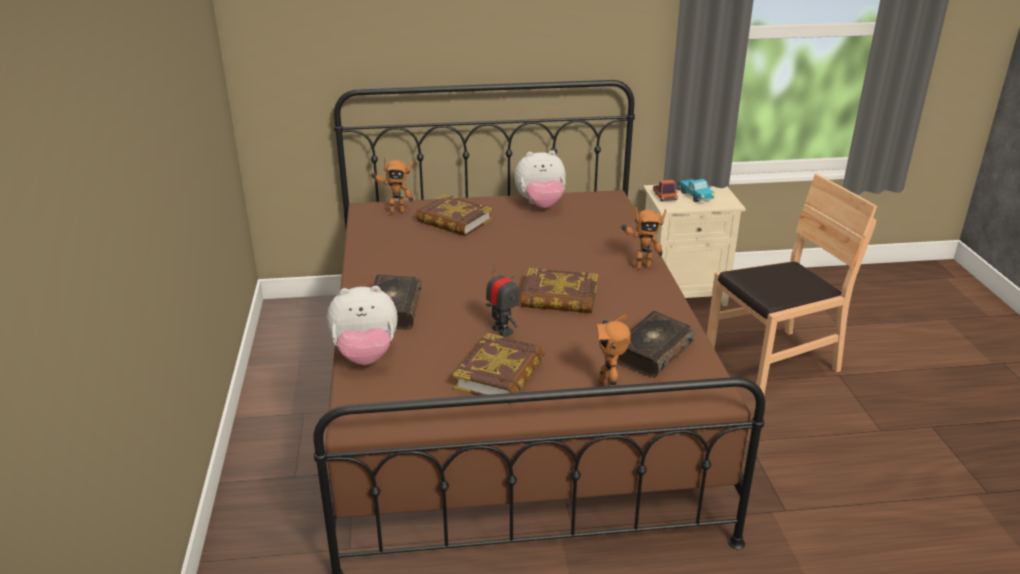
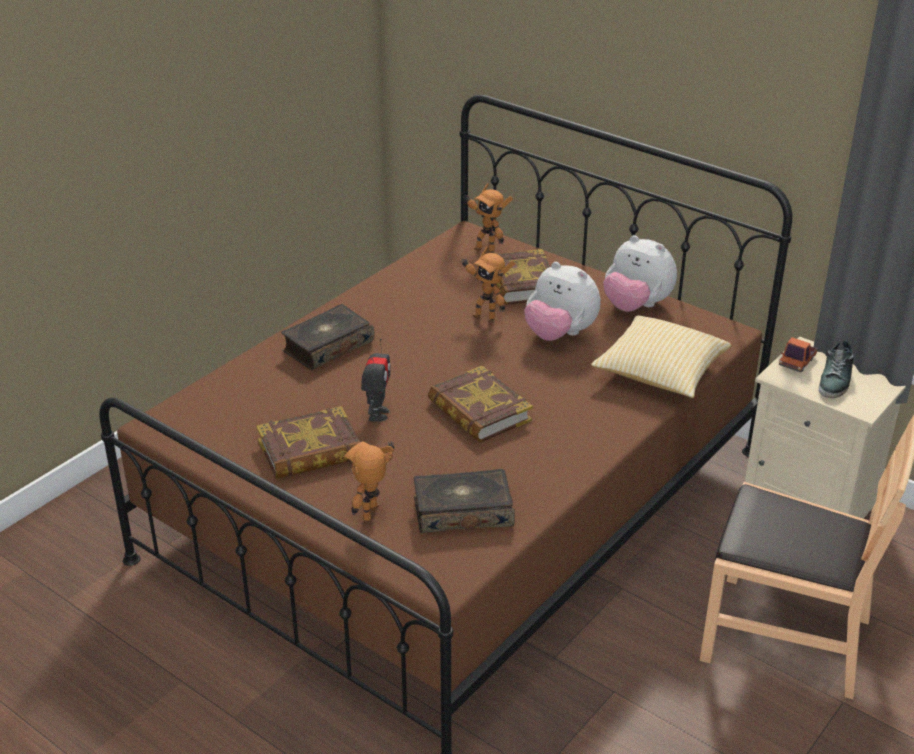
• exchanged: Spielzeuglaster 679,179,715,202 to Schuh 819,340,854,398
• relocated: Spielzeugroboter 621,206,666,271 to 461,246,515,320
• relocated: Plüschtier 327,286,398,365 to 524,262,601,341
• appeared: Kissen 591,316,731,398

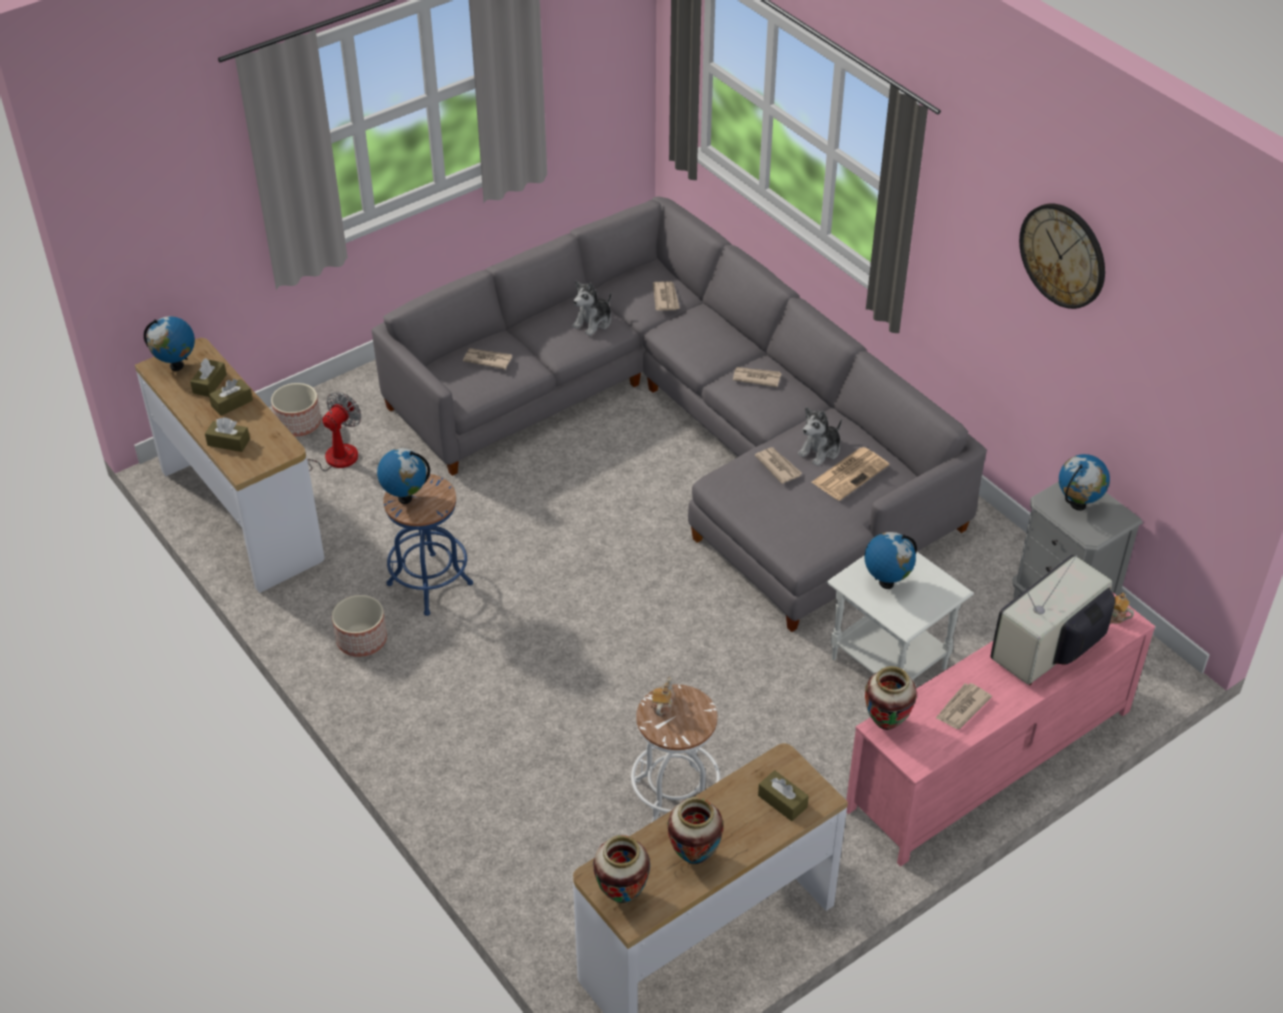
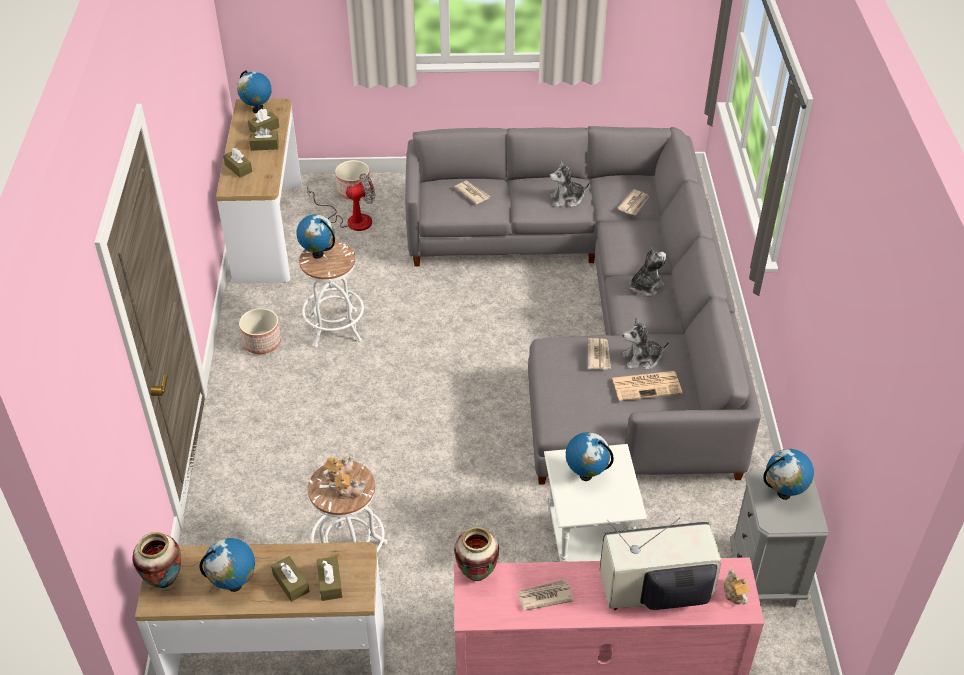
• missing: Wanduhr 1019,203,1105,309
• exchanged: Zeitung 733,367,781,387 to Plüschtier 630,247,667,297
• colour: Hocker (blau) 383,474,473,616 to Hocker (weiß) 299,241,364,348
• exchanged: Vase 667,797,724,864 to Globus 199,538,255,592
• appeared: Teekanne 329,472,366,499
• appeared: Taschentuchbox (braun) 271,556,309,602

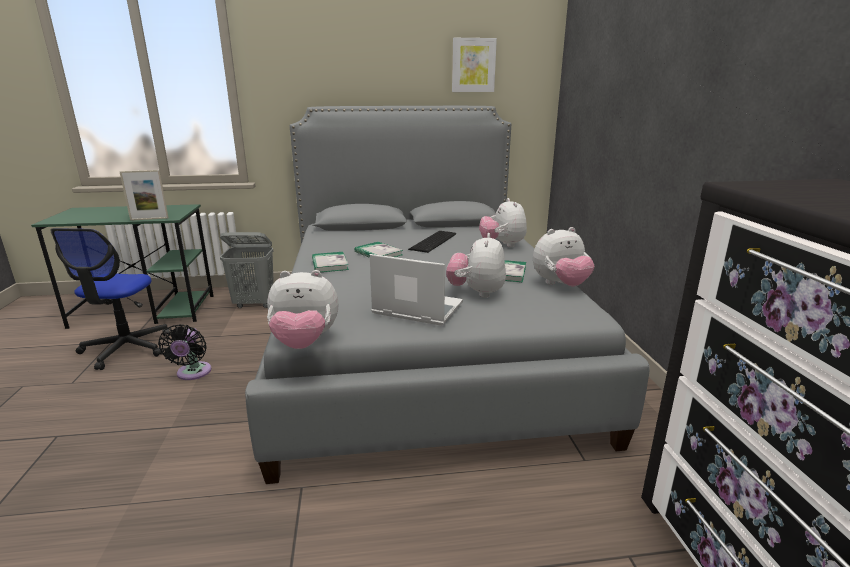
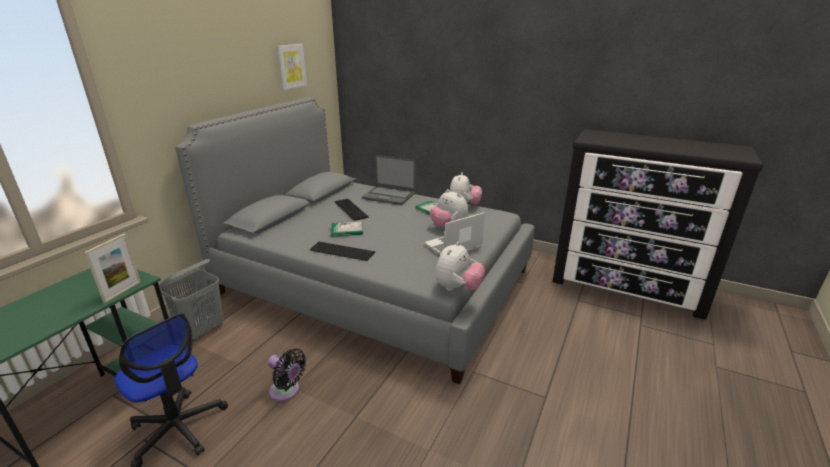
• exchanged: Plüschtier 479,198,527,247 to Laptop 362,155,415,205
• exchanged: Buch 312,252,349,272 to Tastatur 310,242,375,261

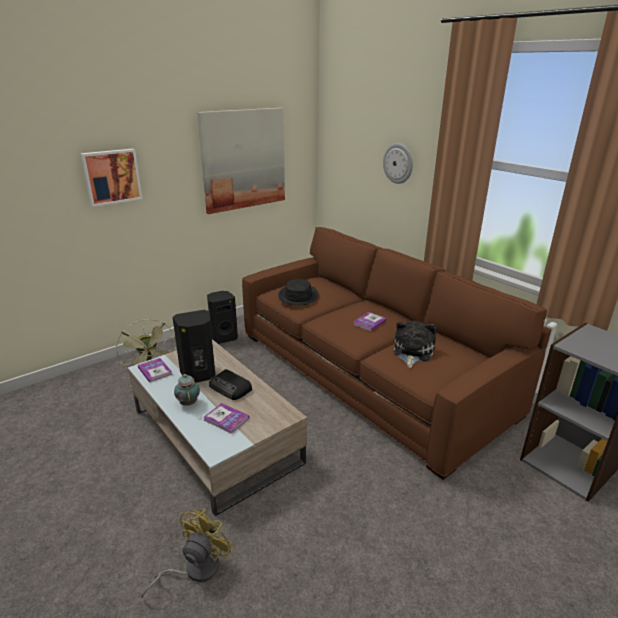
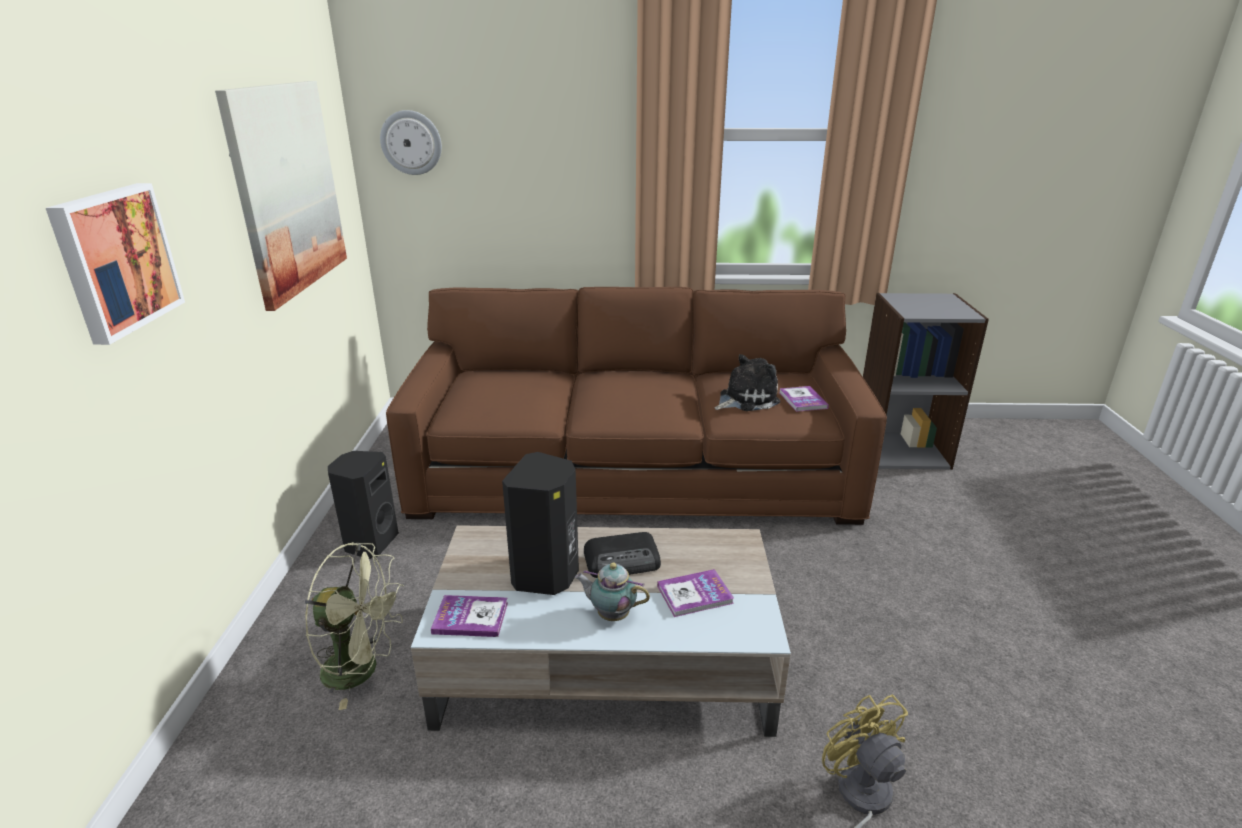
• relocated: Wanduhr 383,143,413,184 to 380,110,442,175
• missing: Hut (schwarz) 278,279,319,305
• relocated: Buch 353,312,387,331 to 779,386,829,412
• spun: Plüschtier 393,321,436,368 = 715,354,780,411 90 degrees clockwise

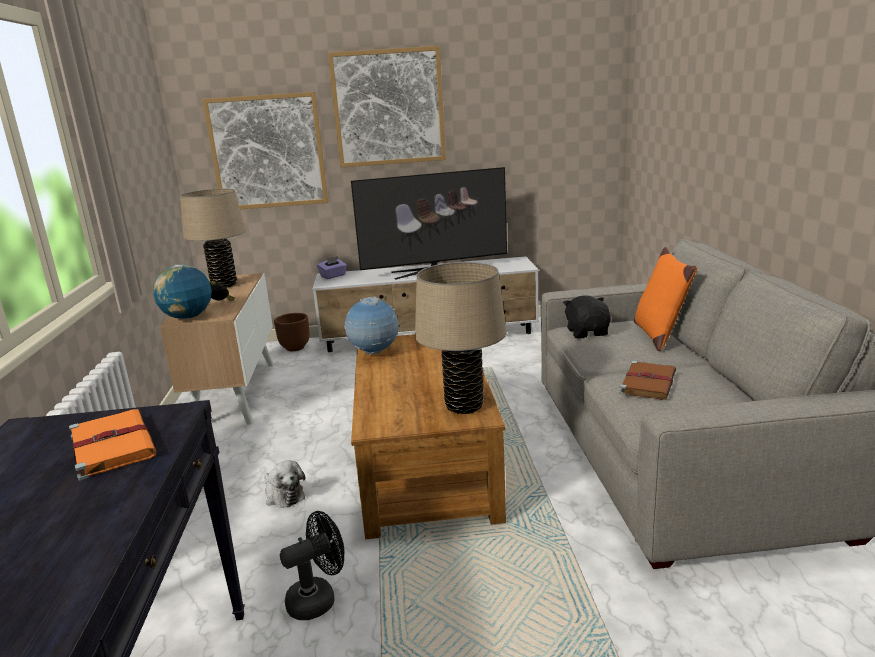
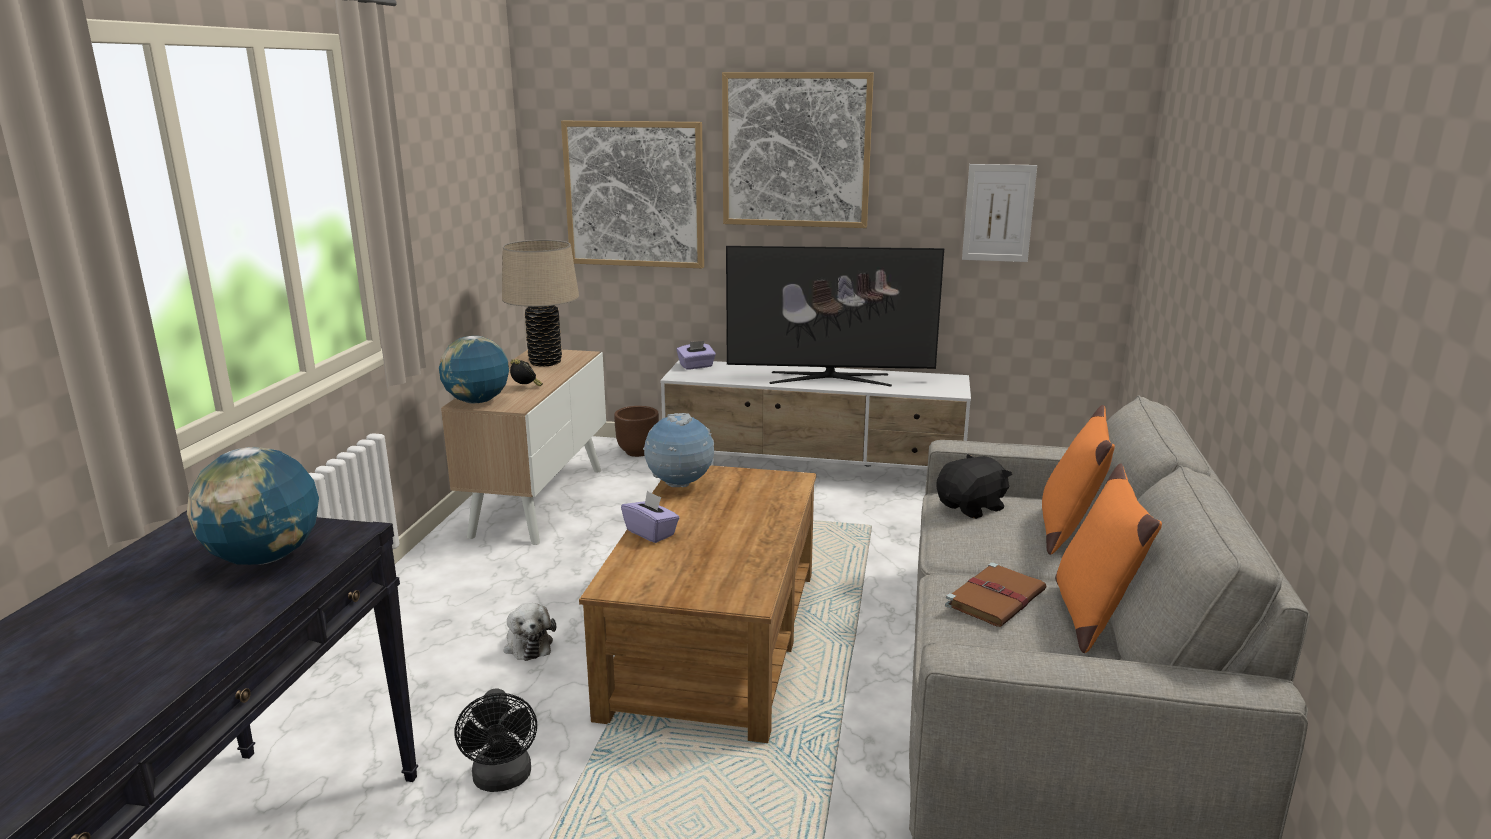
• missing: Tischlampe (beige) 415,262,507,414
• spun: Plüschtier (schwarz) 563,295,611,339 = 937,454,1012,519 45 degrees clockwise
• exchanged: Buch (orange) 69,409,156,481 to Globus 187,447,319,565
• spun: Ventilator (schwarz) 280,511,344,620 = 455,688,537,792 90 degrees clockwise
• appeared: Bild 962,164,1037,262
• appeared: Kissen (orange) 1055,463,1162,653
• appeared: Taschentuchbox (lila) 621,490,680,543

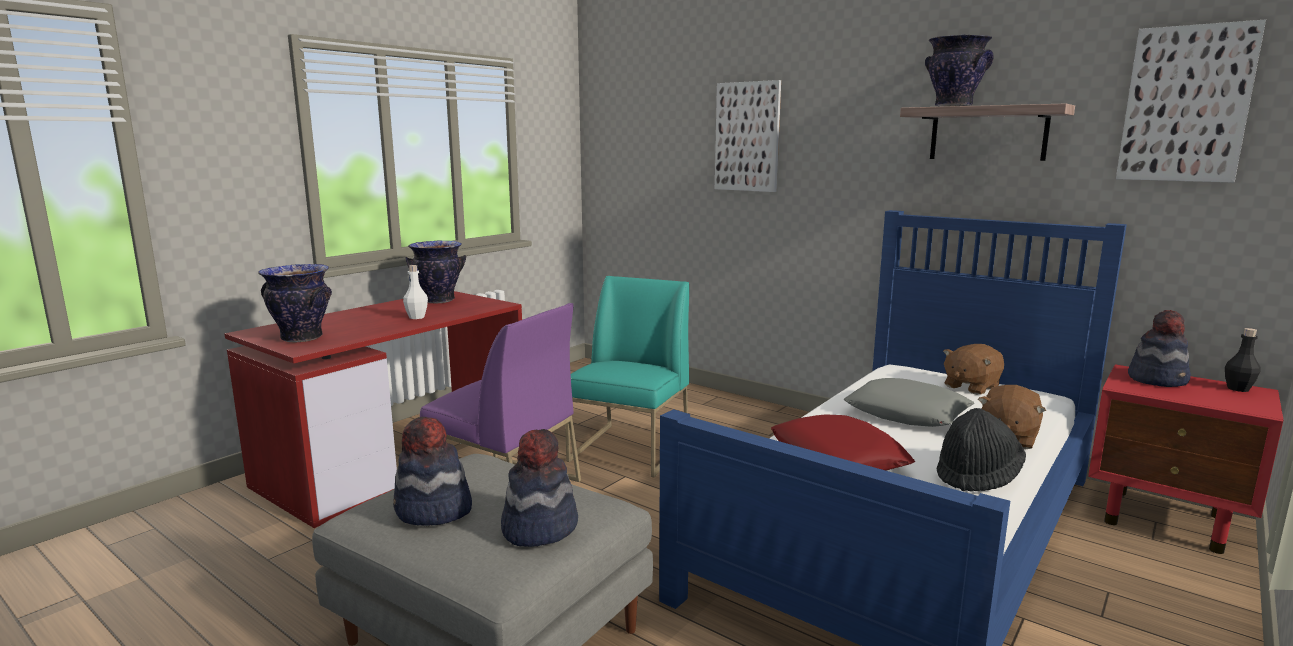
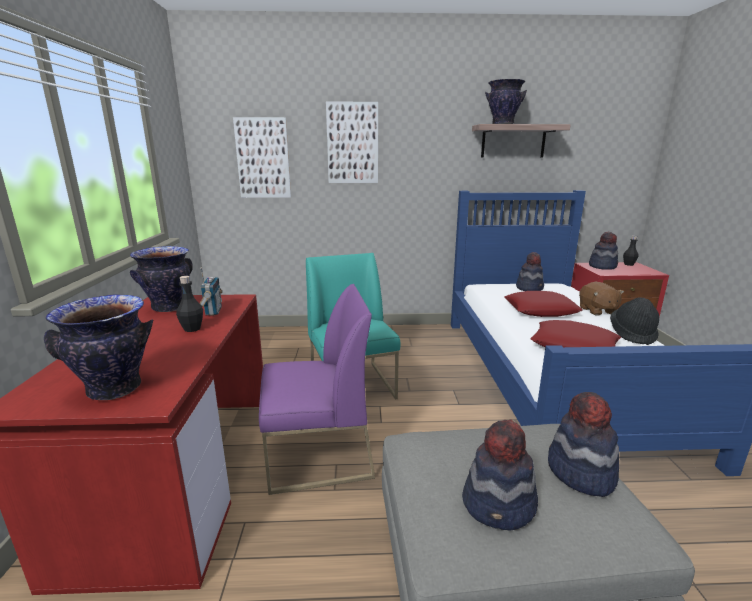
• relocated: Bild 1116,19,1266,183 to 233,117,291,198
• colour: Flasche (weiß) 403,265,428,319 to Flasche (schwarz) 176,276,203,332
• exchanged: Plüschtier (braun) 943,344,1004,395 to Hut 516,252,544,291
• colour: Kissen (grau) 844,378,974,427 to Kissen (rot) 505,291,583,317
• appeared: Radio 200,267,223,316

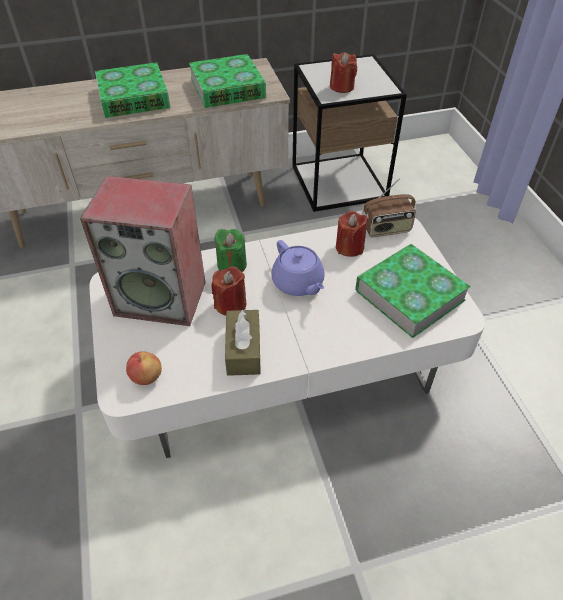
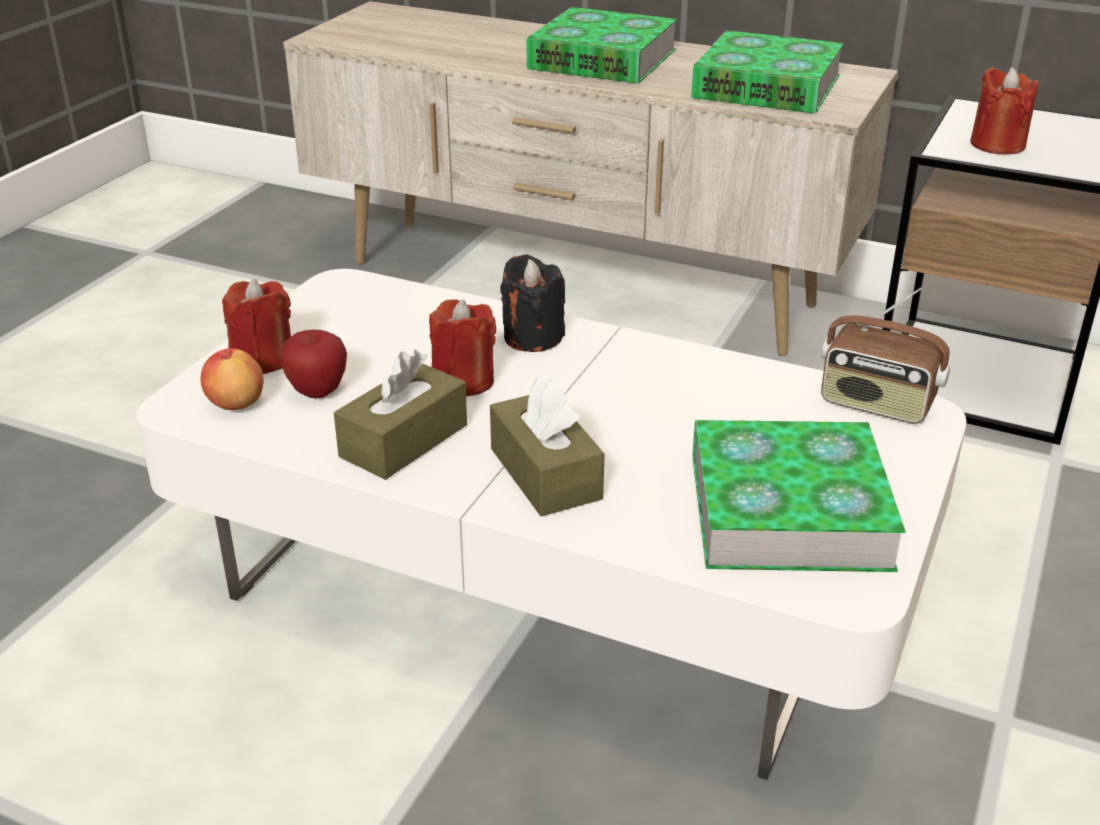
• missing: Lautsprecher 80,176,205,326
• relocated: Kerze (rot) 336,211,368,257 to 222,279,291,374
• colour: Kerze (grün) 214,229,247,272 to Kerze (schwarz) 500,254,566,352
• missing: Teekanne (lila) 271,240,325,296
• appeared: Apfel 280,330,347,398
• appeared: Taschentuchbox (braun) 490,377,604,516

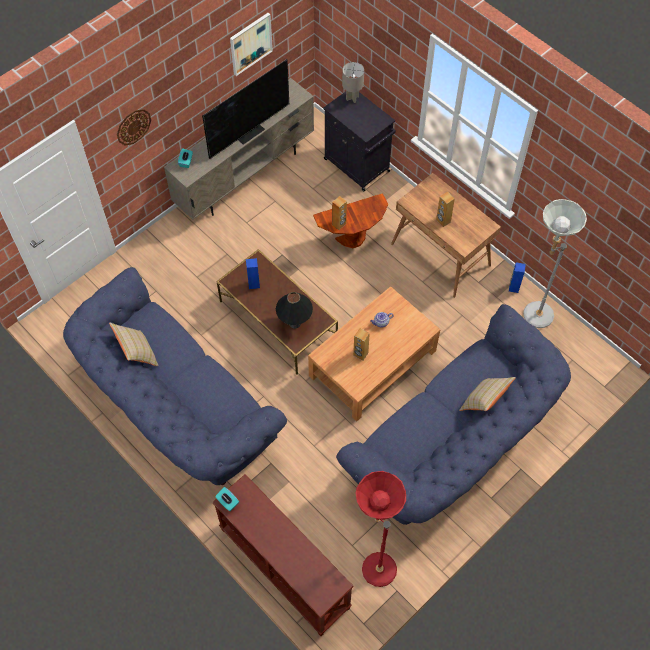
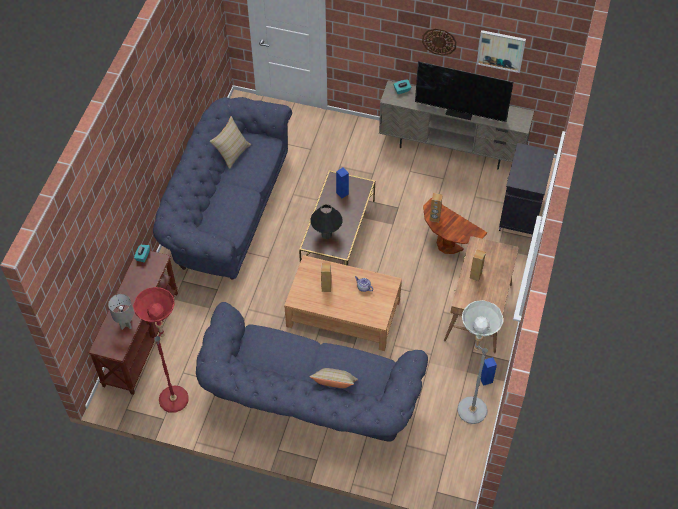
• relocated: Tischlampe (grau) 342,62,364,103 to 108,294,134,330
• relocated: Wanduhr 117,109,151,146 to 422,28,457,56

